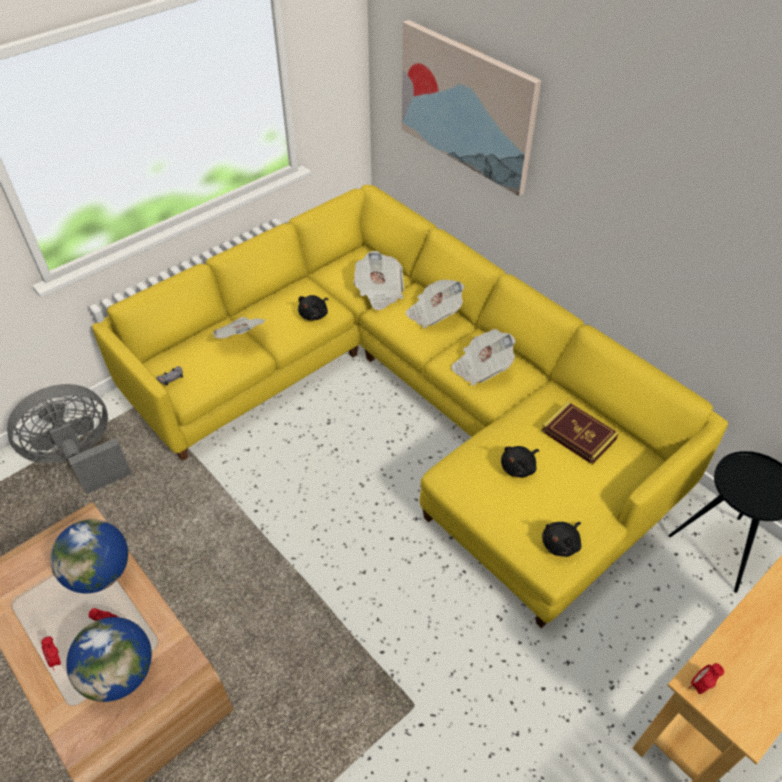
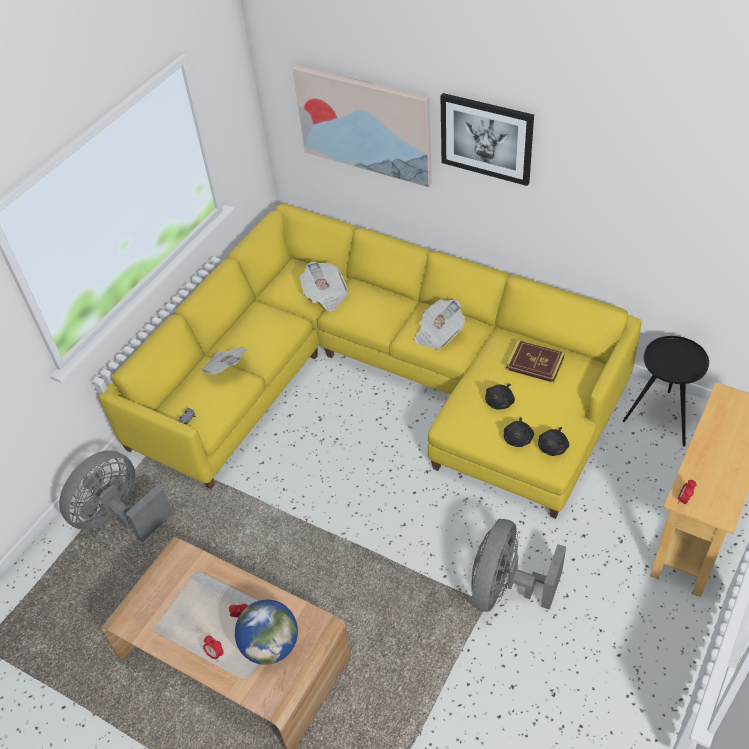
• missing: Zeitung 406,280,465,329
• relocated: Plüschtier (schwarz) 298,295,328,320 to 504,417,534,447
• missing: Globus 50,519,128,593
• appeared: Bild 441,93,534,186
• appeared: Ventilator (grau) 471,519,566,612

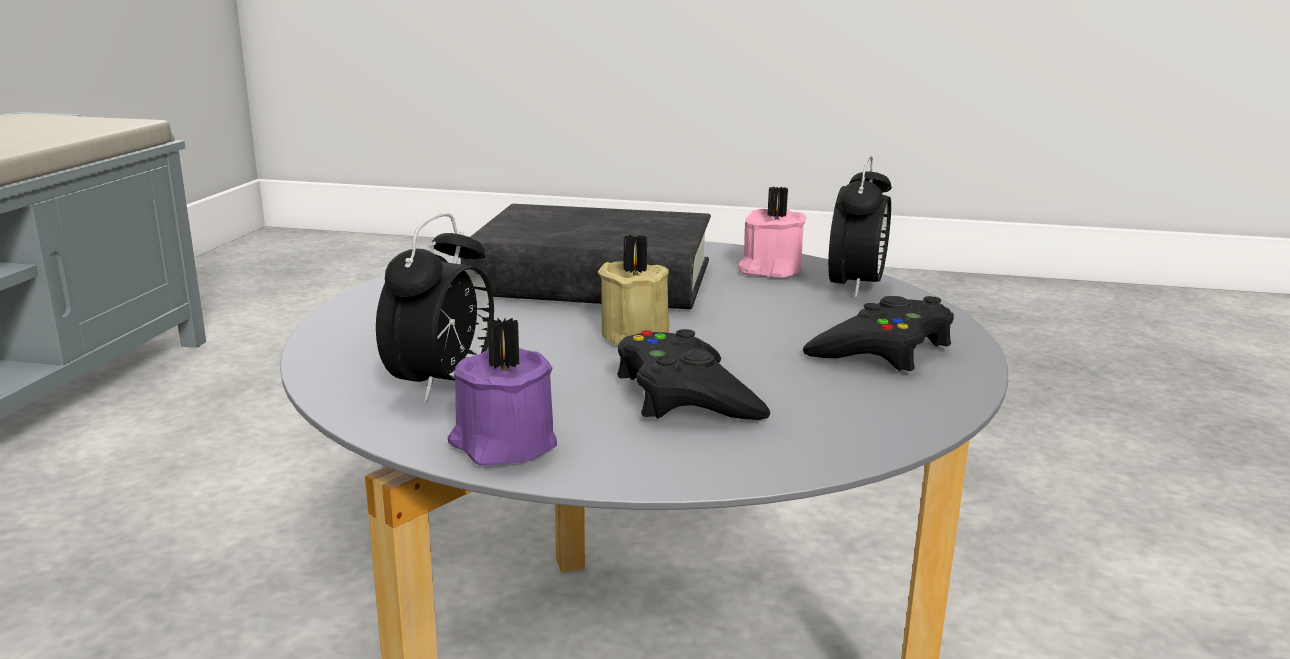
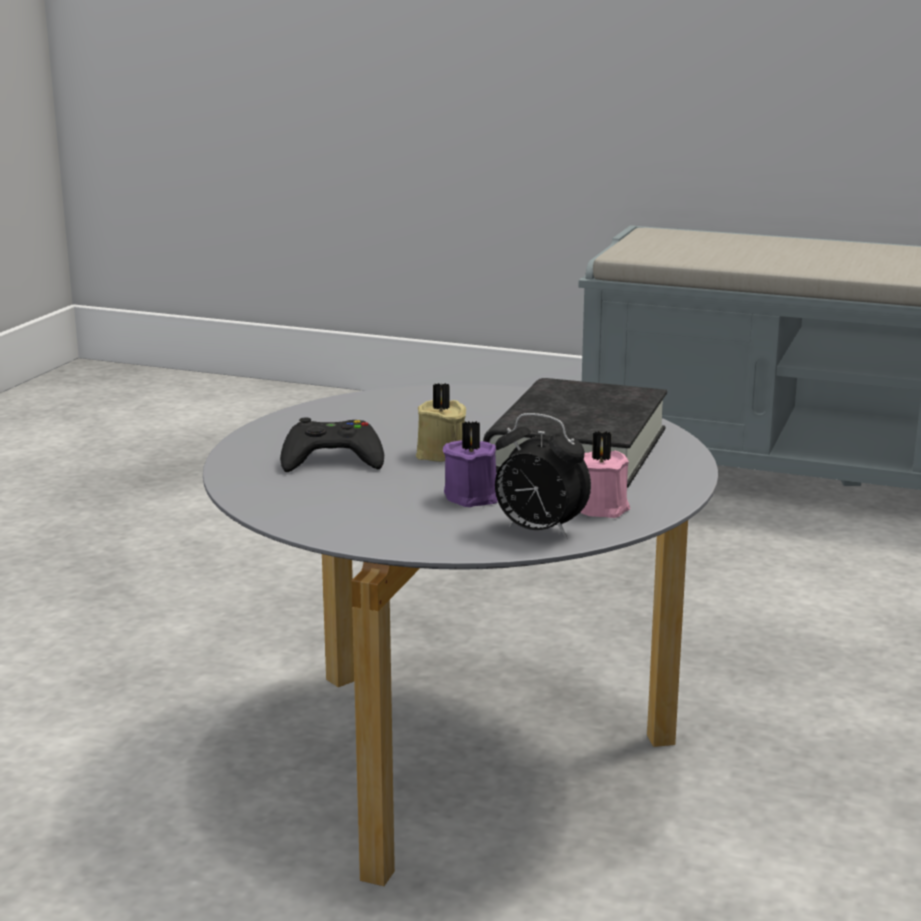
• missing: Wecker 376,213,494,403
• missing: Gamepad (schwarz) 803,296,954,371
• relocated: Kerze (lila) 448,317,557,465 to 443,421,498,507

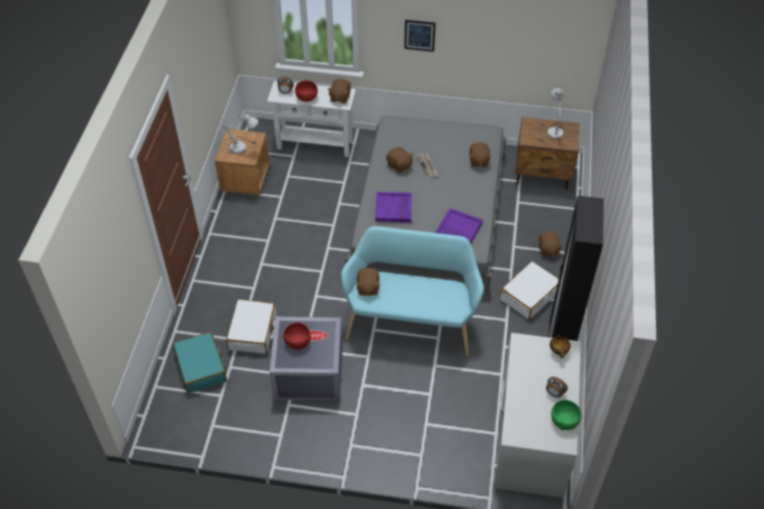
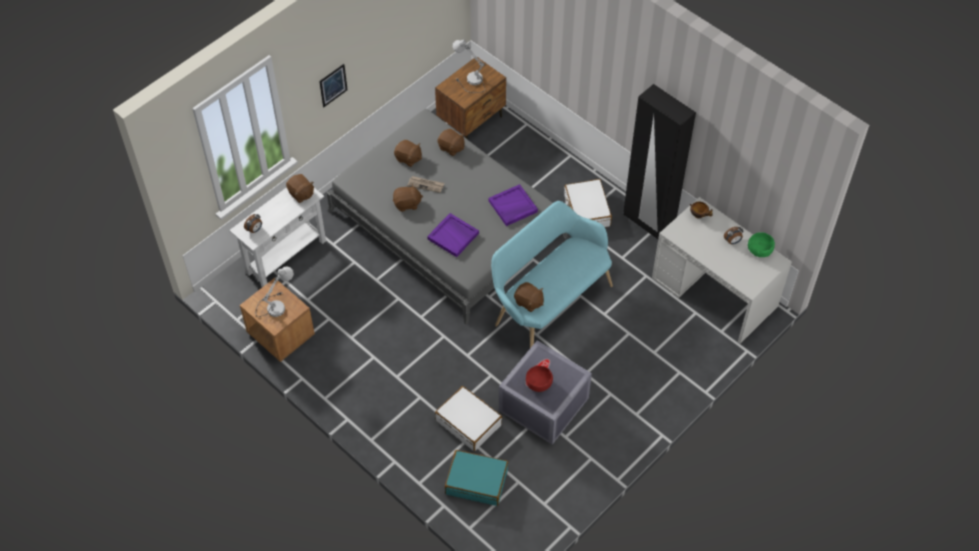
• missing: Schüssel (rot) 295,80,318,102
• relocated: Plüschtier (braun) 539,231,563,257 to 394,140,422,167

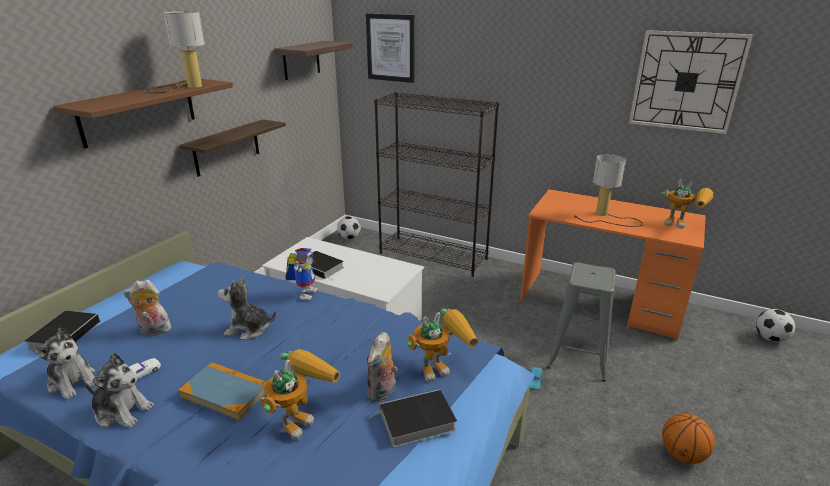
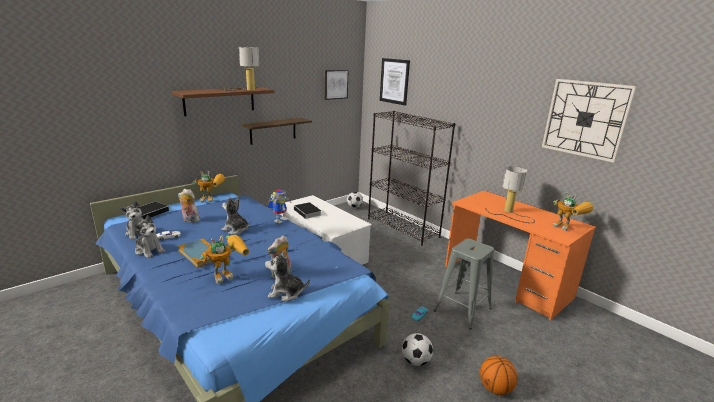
• exchanged: Wandregal 274,41,353,80 to Bild 324,70,349,100
• relocated: Spielzeugroboter 407,308,478,382 to 193,171,225,202
• relocated: Fußball 756,309,795,342 to 402,333,433,366
• exchanged: Buch 369,389,457,447 to Plüschtier 265,251,310,301

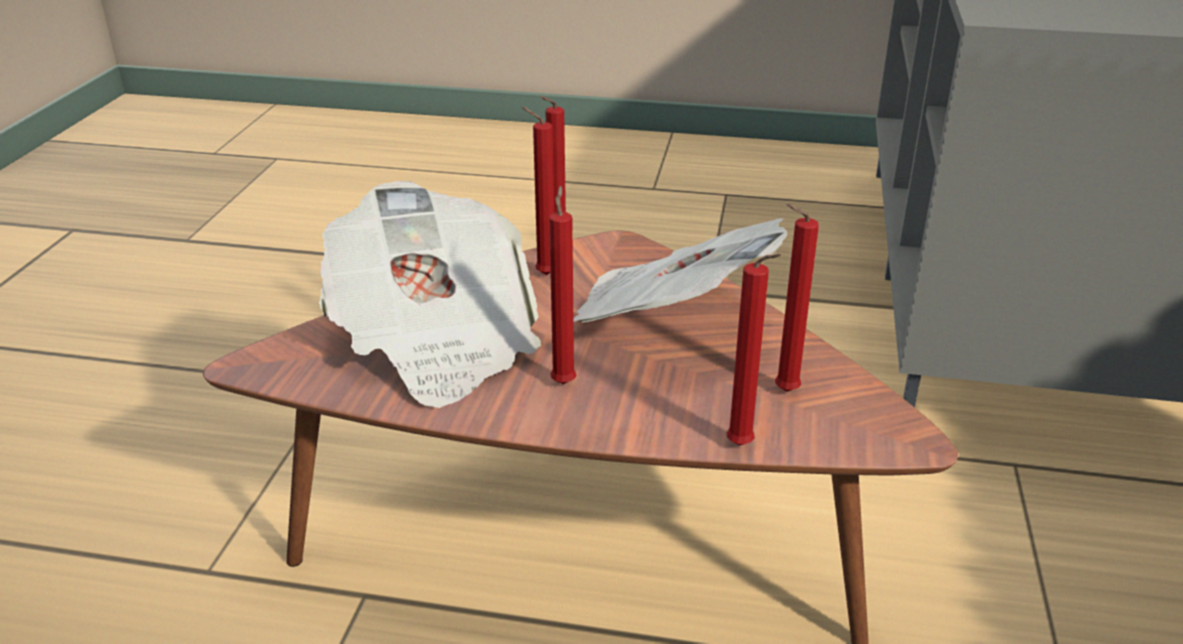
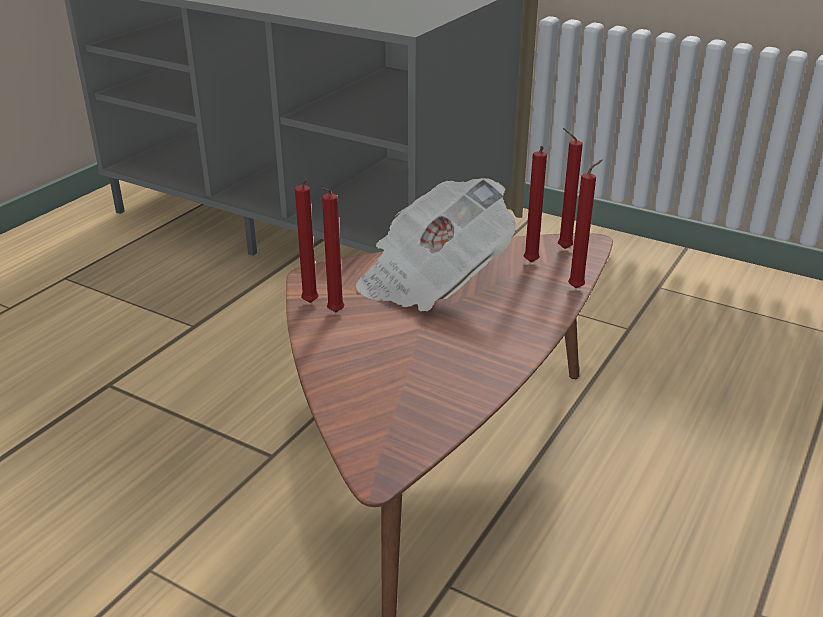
• missing: Zeitung 319,181,541,408
• relocated: Kerze (rot) 549,185,577,384 to 558,128,583,249

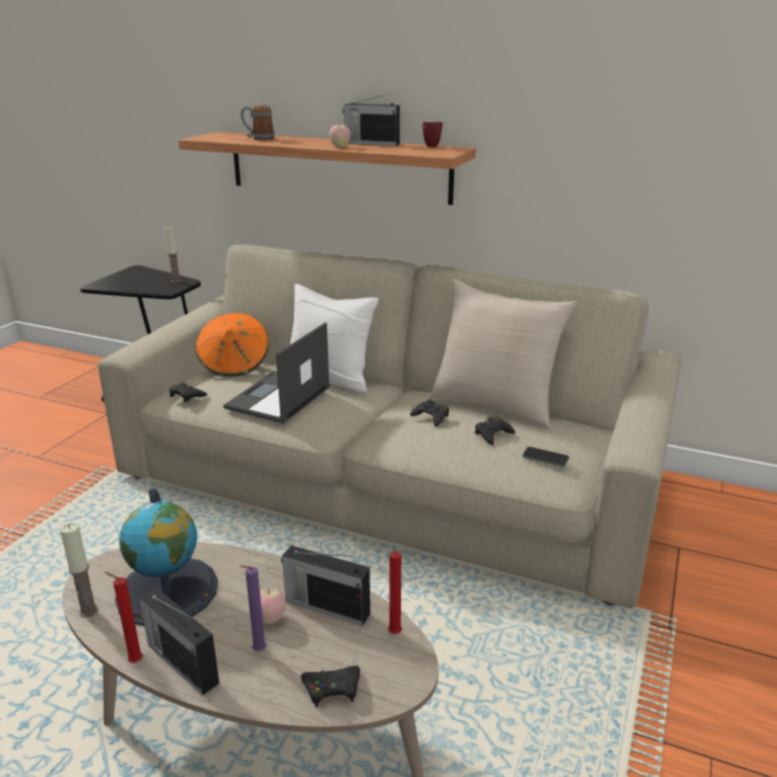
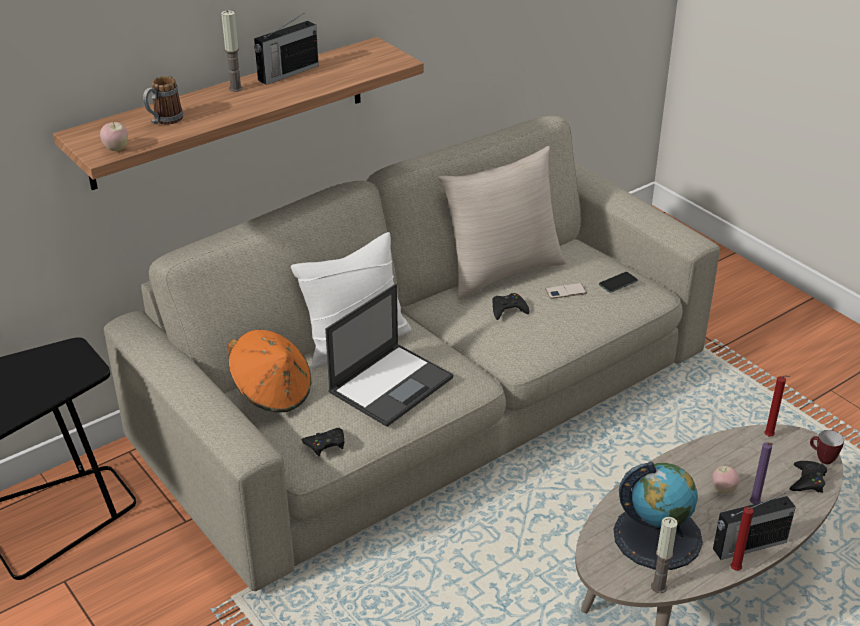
• relocated: Henkelbecher 423,120,442,147 to 810,430,844,464
• relocated: Apfel 329,122,351,147 to 100,122,128,151
• relocated: Kerze 165,226,181,283 to 221,10,243,92
• spun: Laptop 223,322,330,424 = 325,284,454,427 105 degrees counterclockwise
• exchanged: Gamepad (schwarz) 475,417,515,445 to Handy 545,283,587,299
• missing: Radio 281,545,370,626

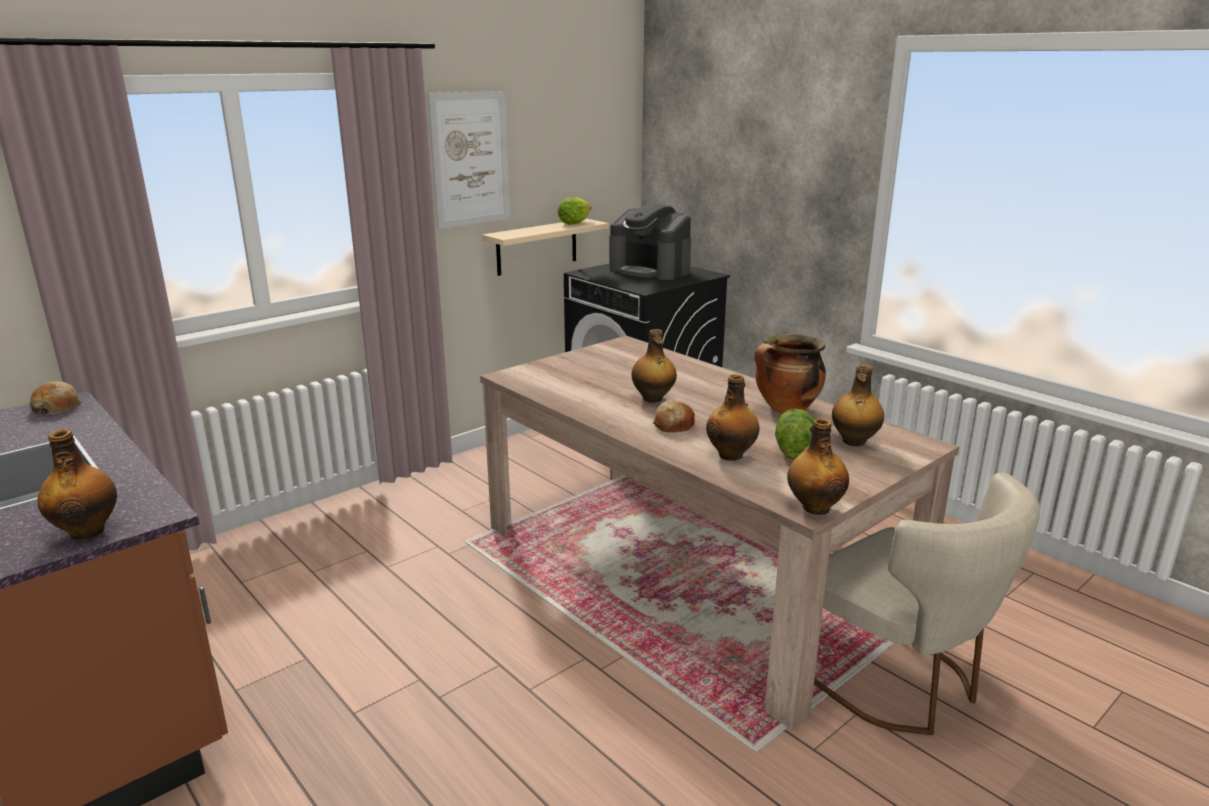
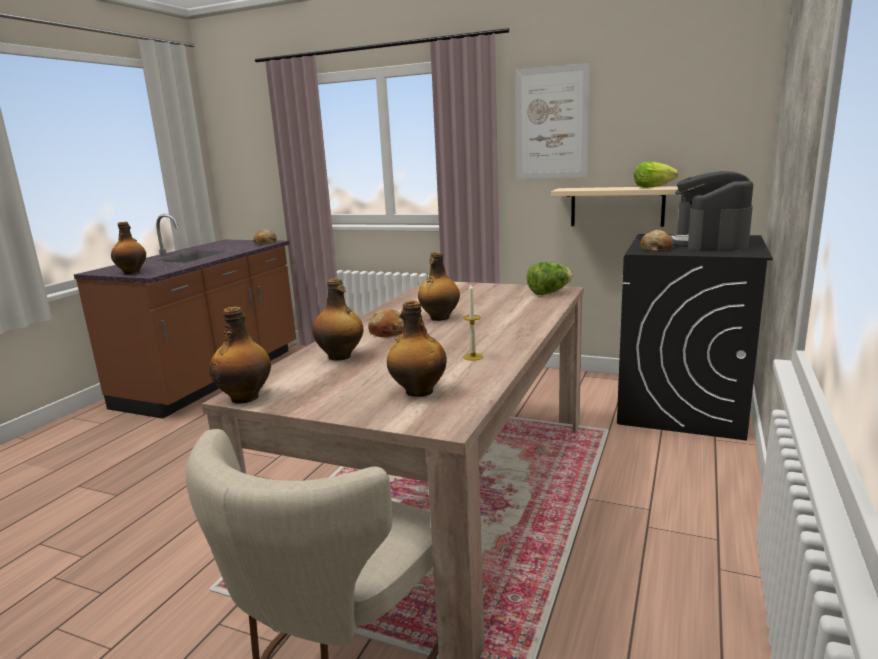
• exchanged: Kochtopf 755,334,826,414 to Kerze 463,284,483,361
• relocated: Salatkopf 775,409,816,460 to 527,262,573,295
• appeared: Brot 640,230,673,251

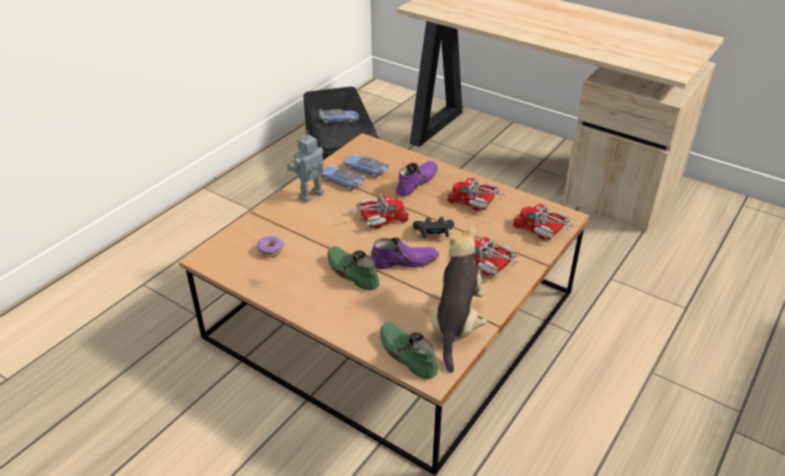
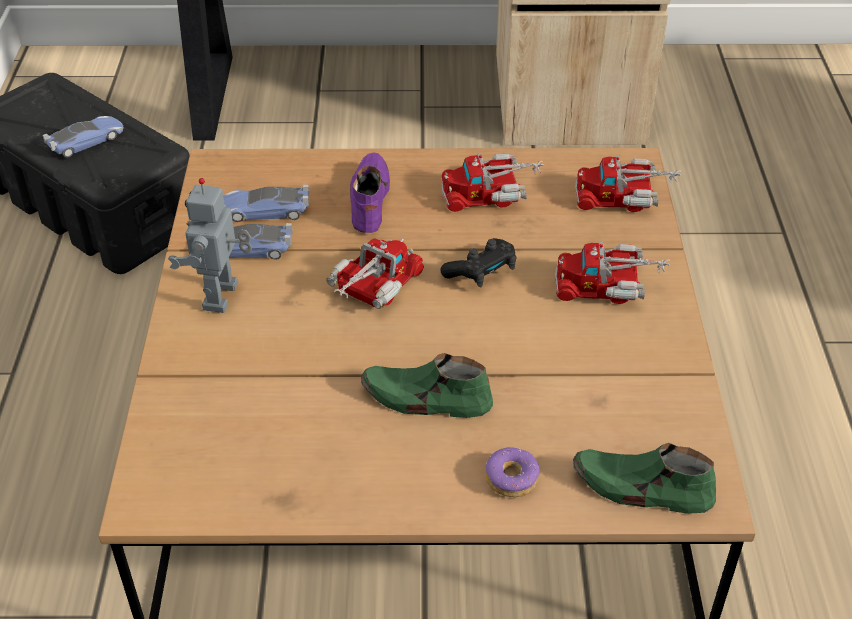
• missing: Plüschtier 432,224,487,373
• relocated: Donut 257,236,283,257 to 486,447,540,497
• missing: Schuh (lila) 371,238,439,269

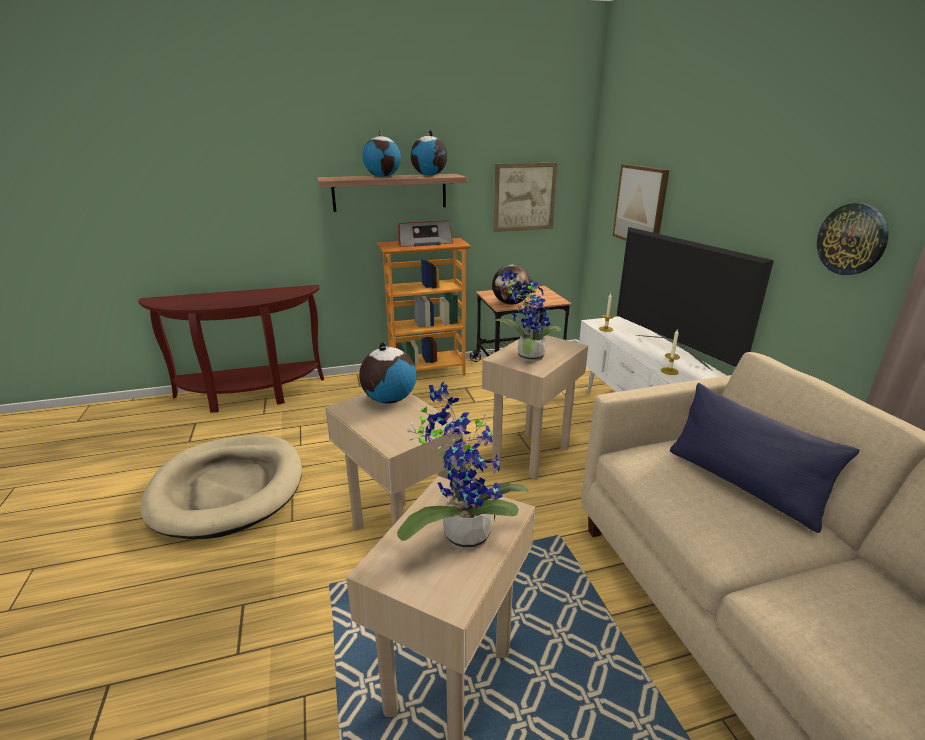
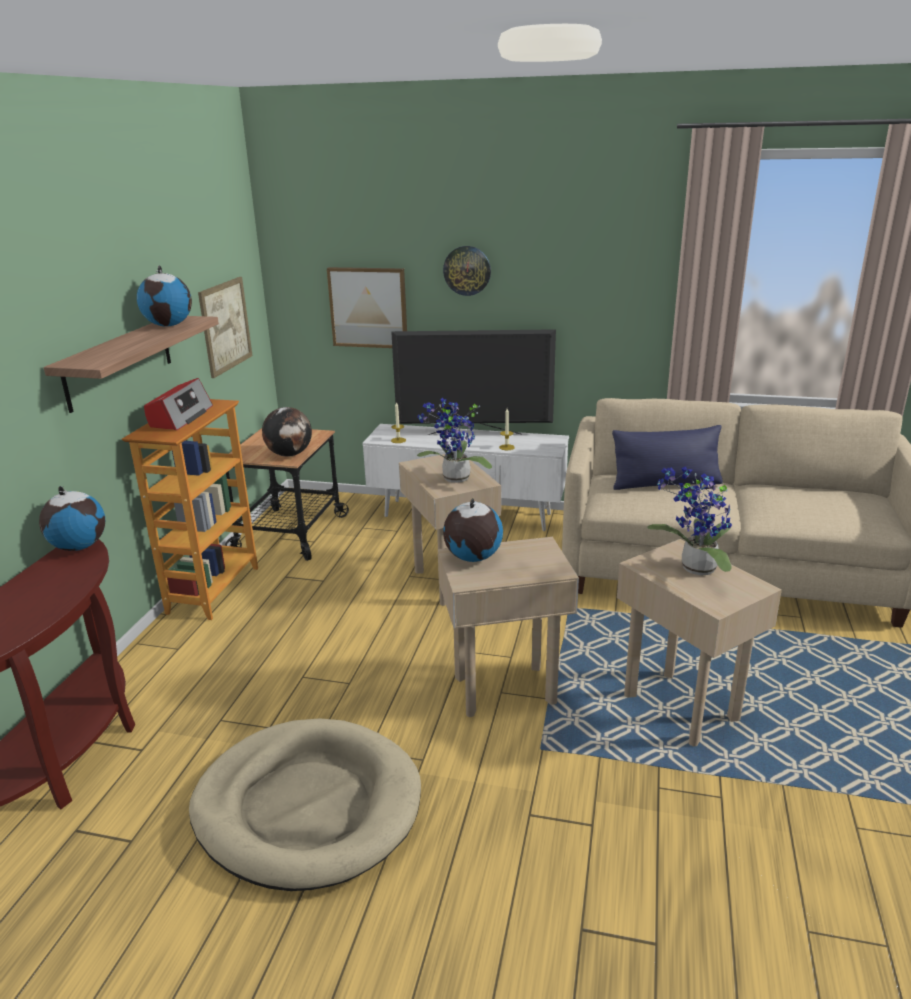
• relocated: Globus 362,130,401,177 to 39,486,105,551
• relocated: Wanduhr 817,203,888,275 to 443,246,491,296

